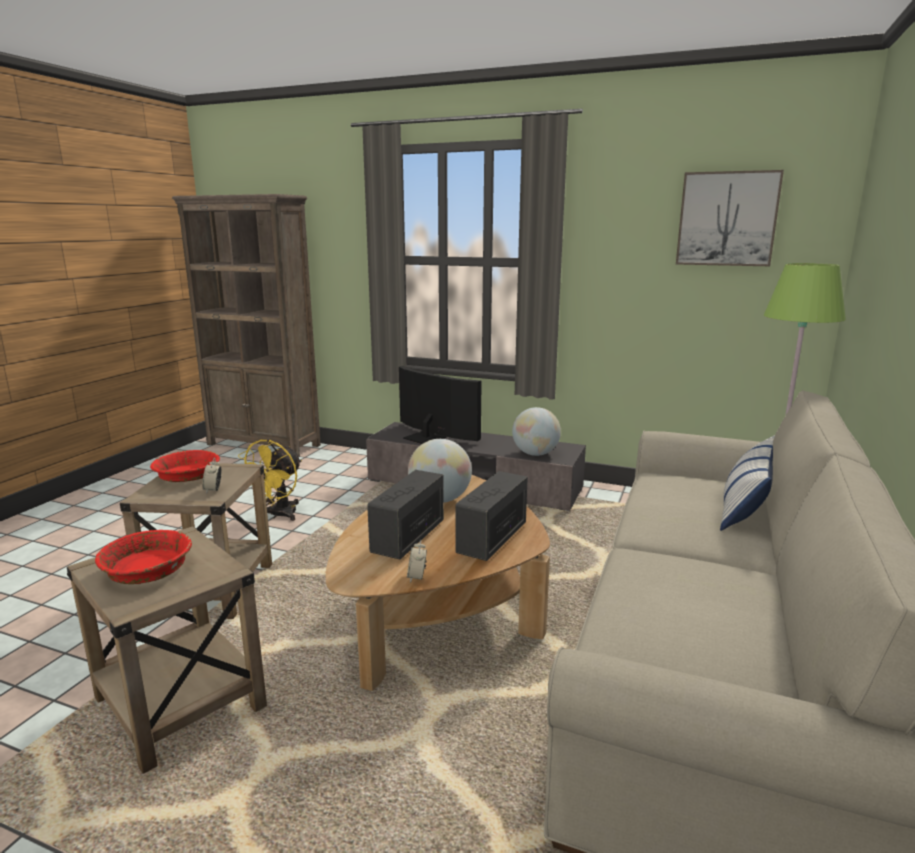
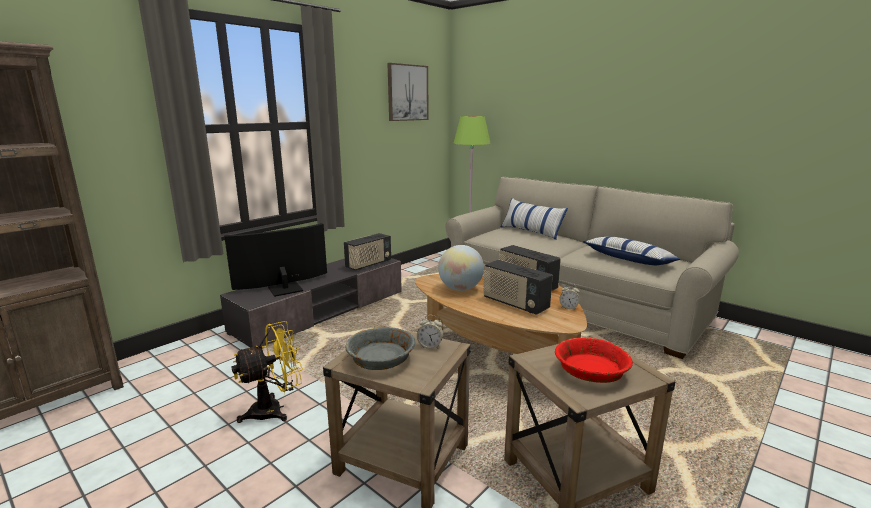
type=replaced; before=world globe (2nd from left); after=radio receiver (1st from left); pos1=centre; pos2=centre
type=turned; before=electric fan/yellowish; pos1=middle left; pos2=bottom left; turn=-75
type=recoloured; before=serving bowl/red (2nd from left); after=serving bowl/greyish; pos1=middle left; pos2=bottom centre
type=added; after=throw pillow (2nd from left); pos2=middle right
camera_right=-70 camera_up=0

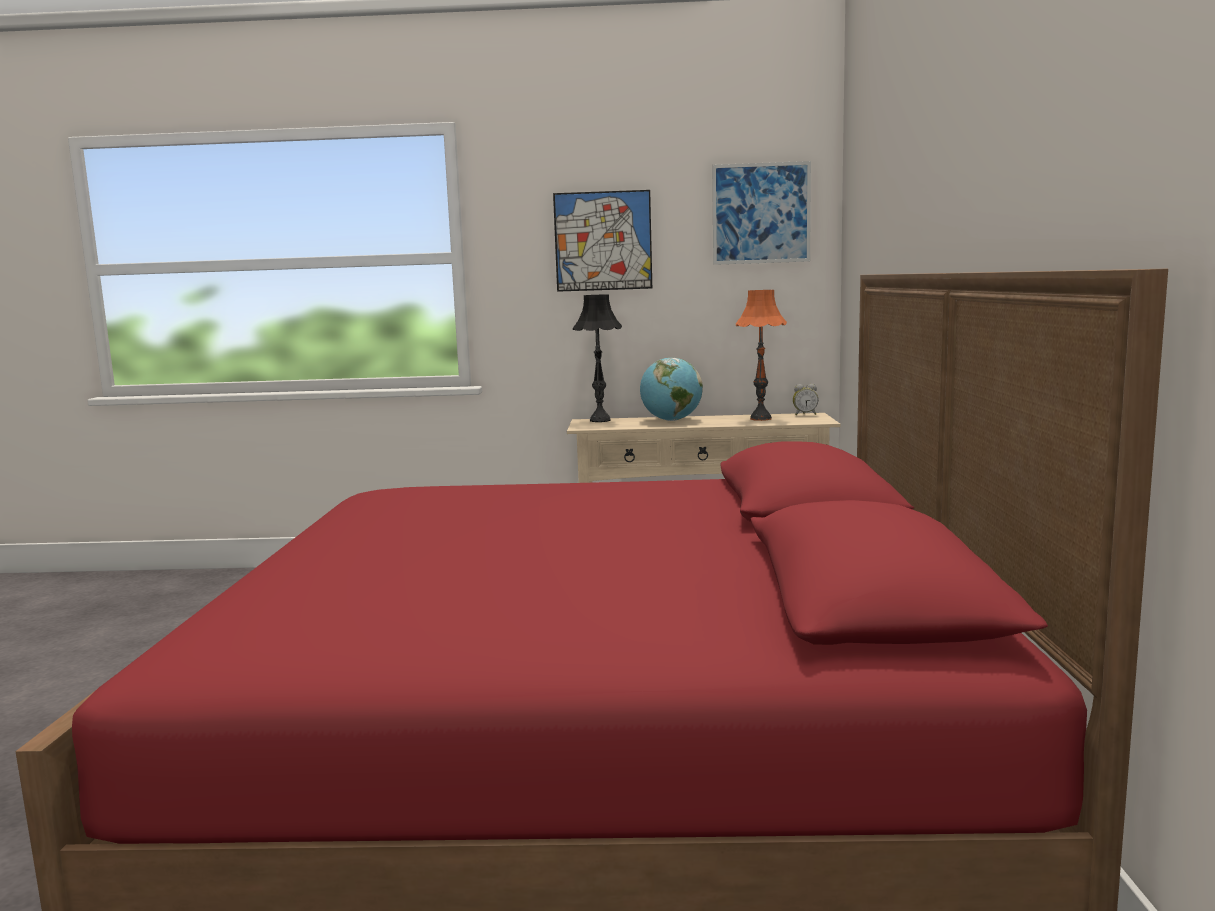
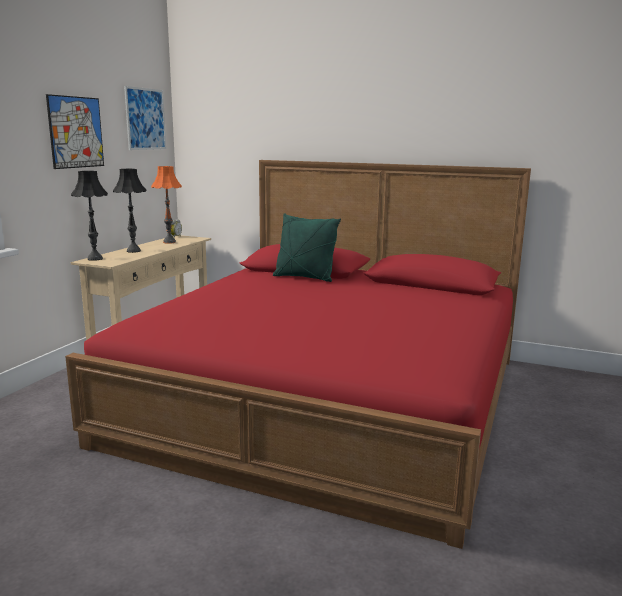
type=replaced; before=world globe; after=lamp for a table/blackish (2nd from left); pos1=centre; pos2=middle left
type=added; after=throw pillow/green; pos2=centre
camera_right=-70 camera_up=5

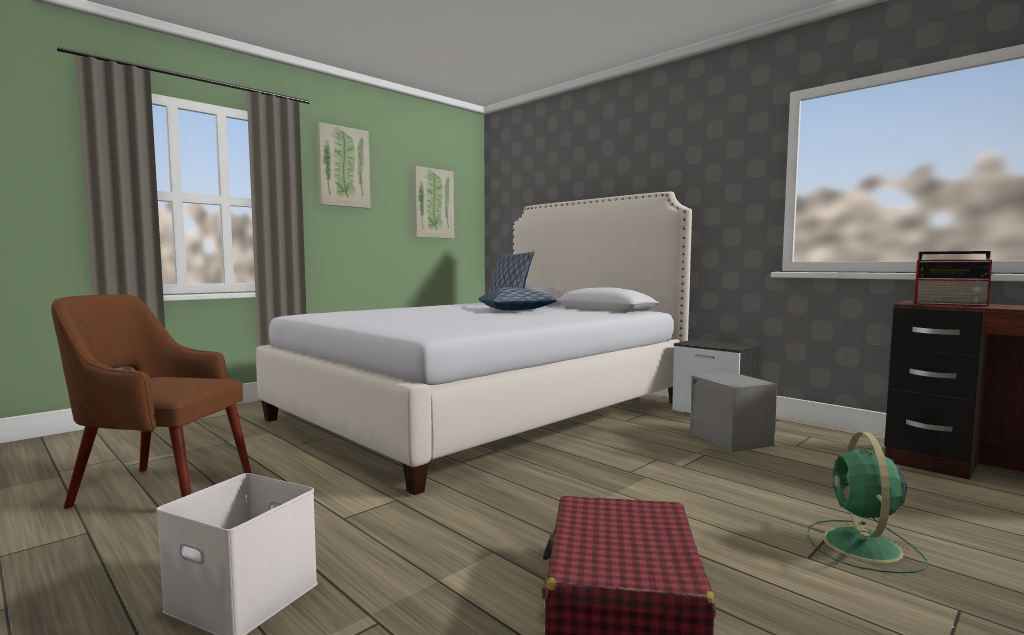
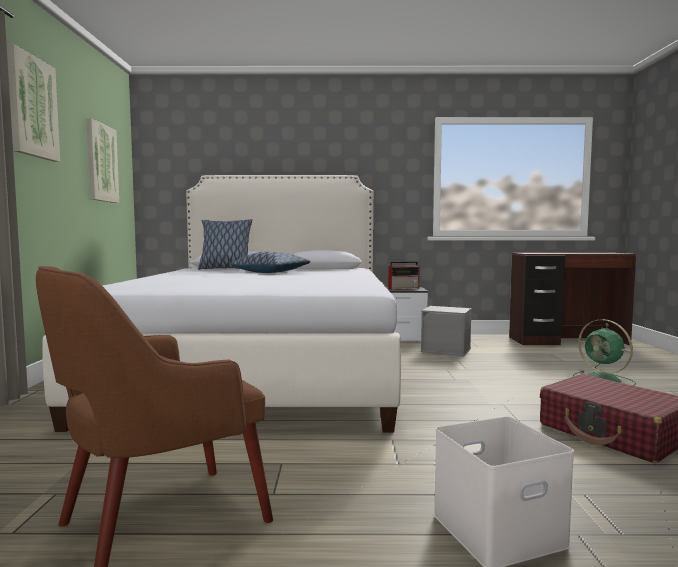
type=moved; before=radio receiver; pos1=middle right; pos2=centre
camera_right=-45 camera_up=0

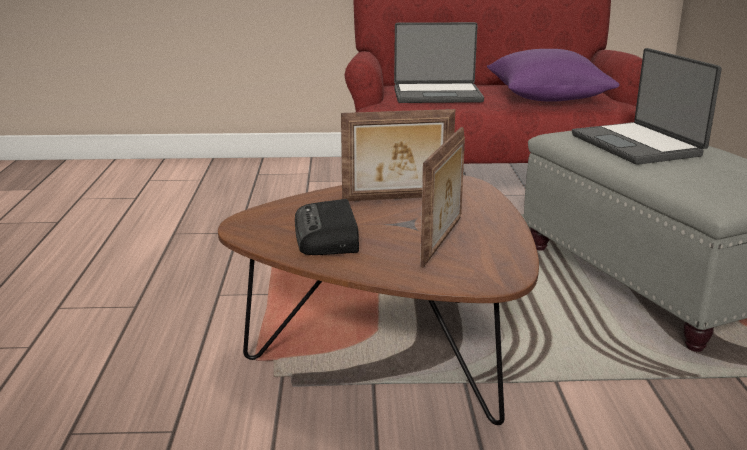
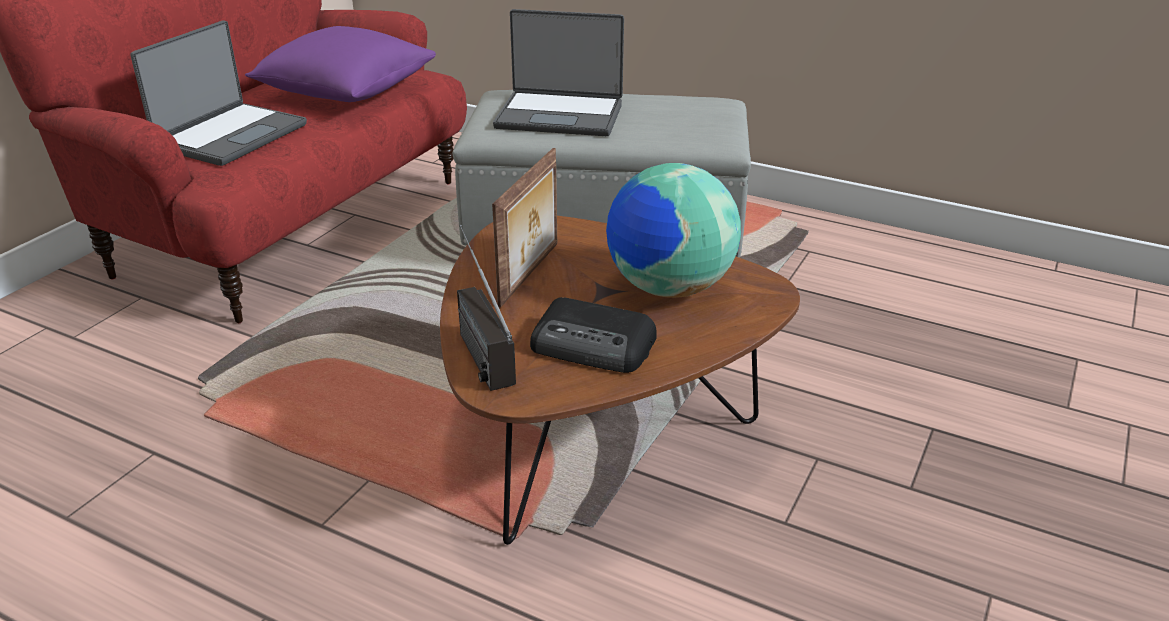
type=replaced; before=photo frame (2nd from left); after=world globe; pos1=centre; pos2=centre
type=added; after=radio receiver (1st from left); pos2=centre
camera_right=-60 camera_up=10

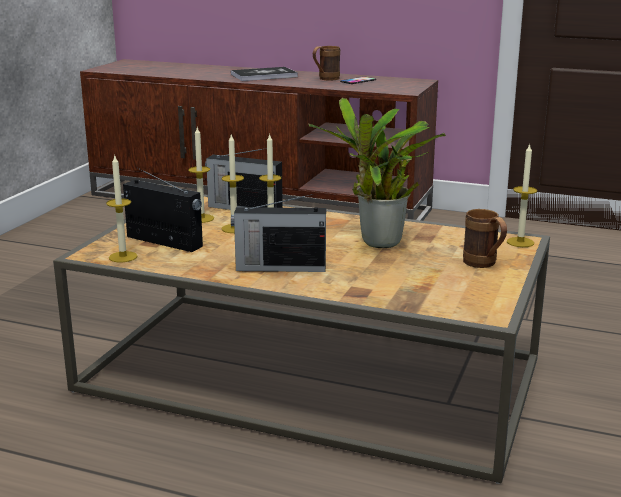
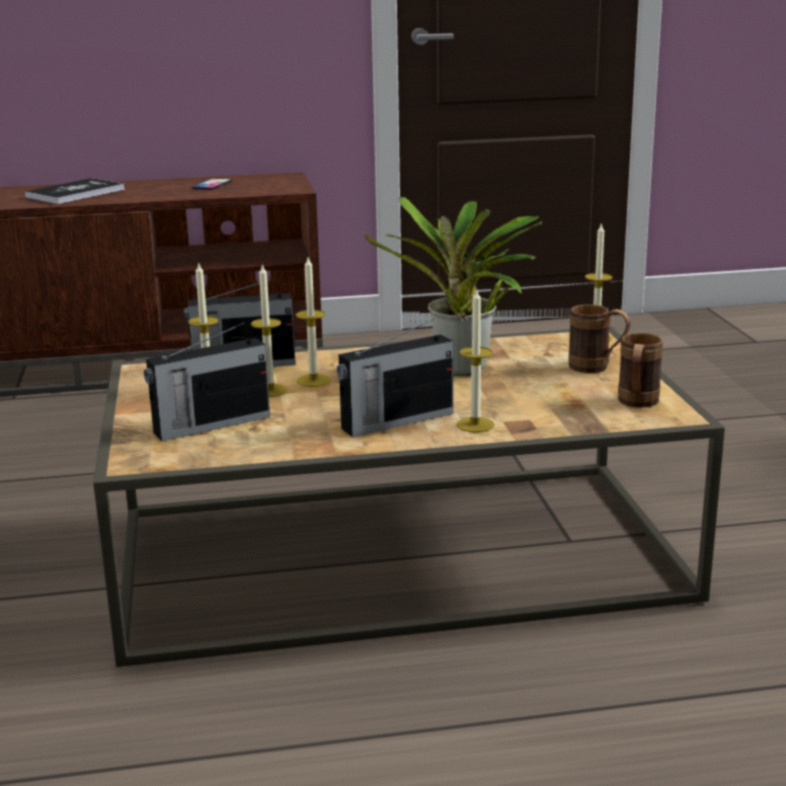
type=moved; before=tea mug/brownish (1st from left in the first image); after=tea mug/brownish (2nd from left); pos1=top centre; pos2=middle right
type=moved; before=wax light (1st from left in the first image); after=wax light (4th from left); pos1=middle left; pos2=centre
type=turned; before=radio receiver (1st from left); pos1=middle left; pos2=middle left; turn=150
camera_right=-30 camera_up=0

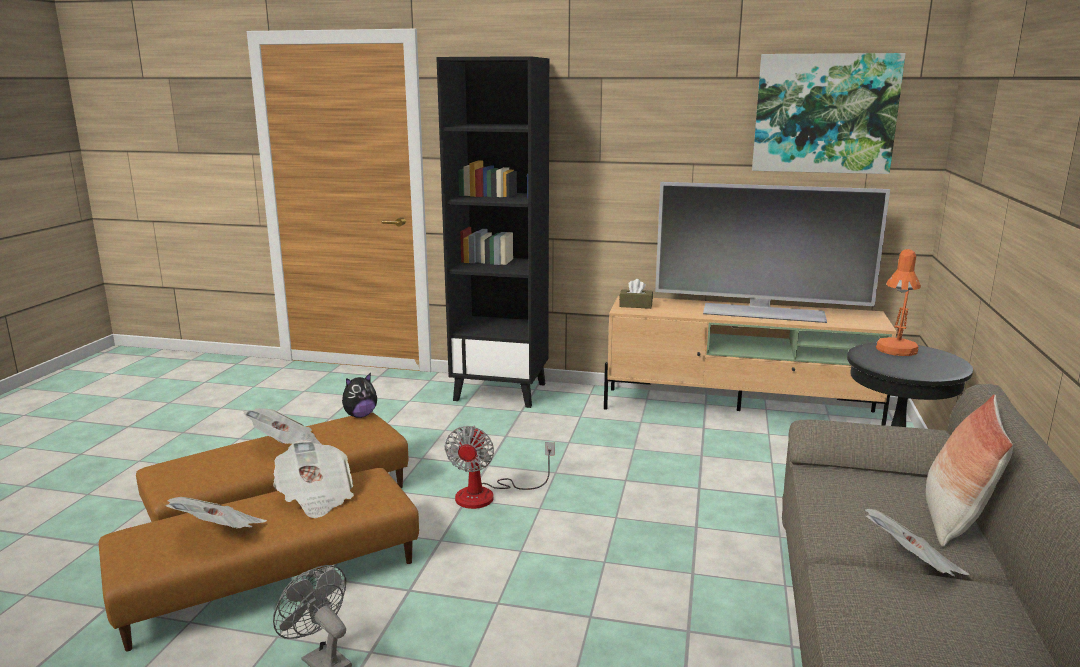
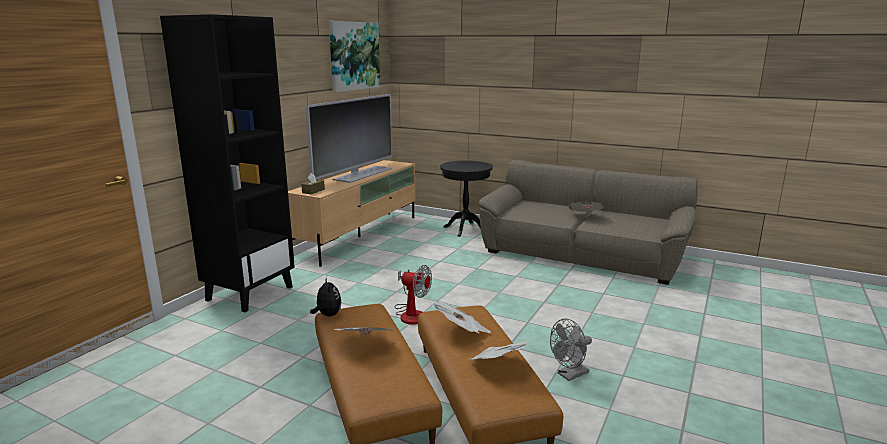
type=removed; before=lamp for a table/orange; pos1=middle right
type=removed; before=throw pillow; pos1=bottom right
camera_right=-75 camera_up=0

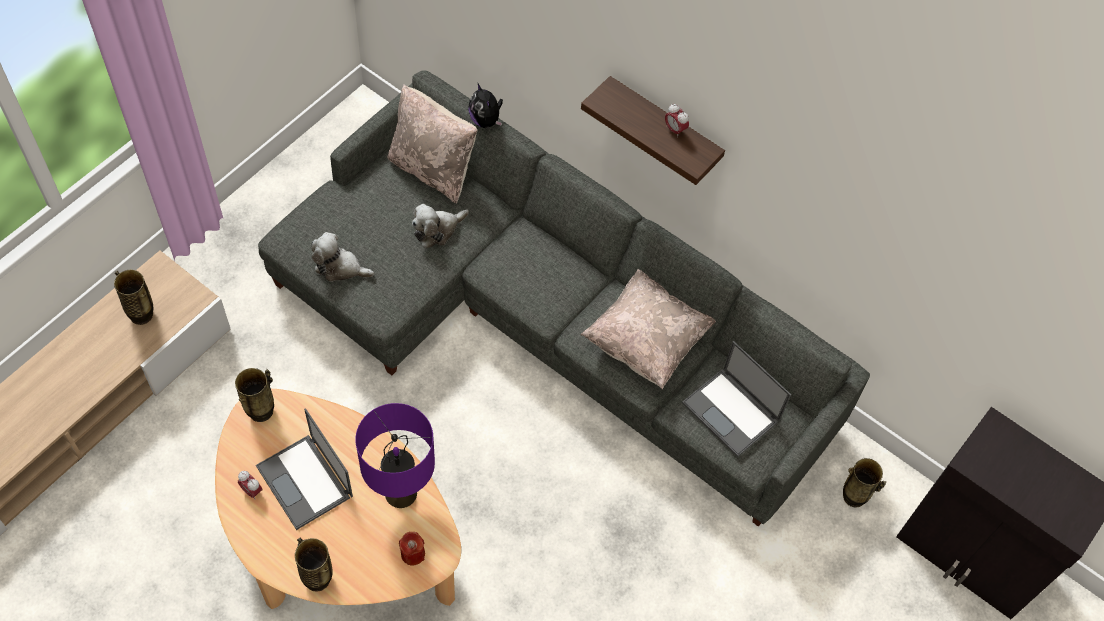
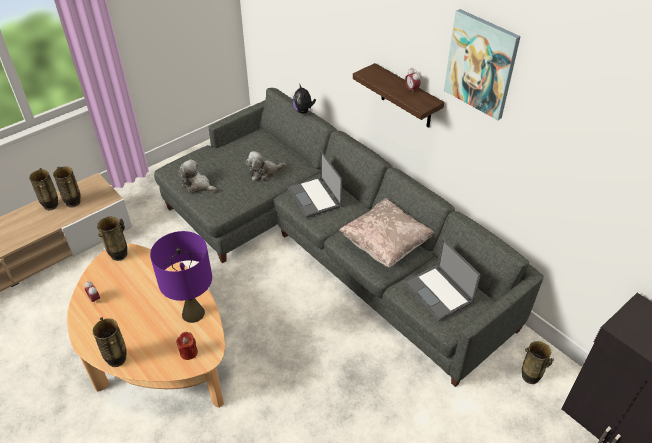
type=removed; before=throw pillow/beige (1st from left); pos1=top centre
type=moved; before=portable computer (1st from left); pos1=bottom left; pos2=centre
type=added; after=picture; pos2=top right
type=added; after=decorative vase (1st from left); pos2=middle left
camera_right=15 camera_up=-15

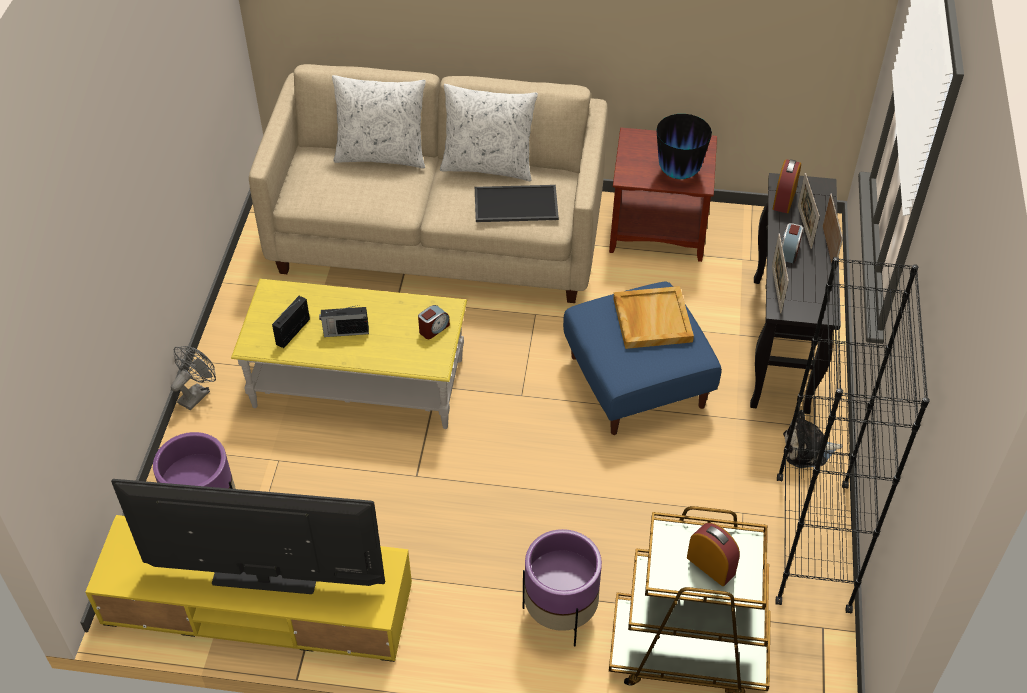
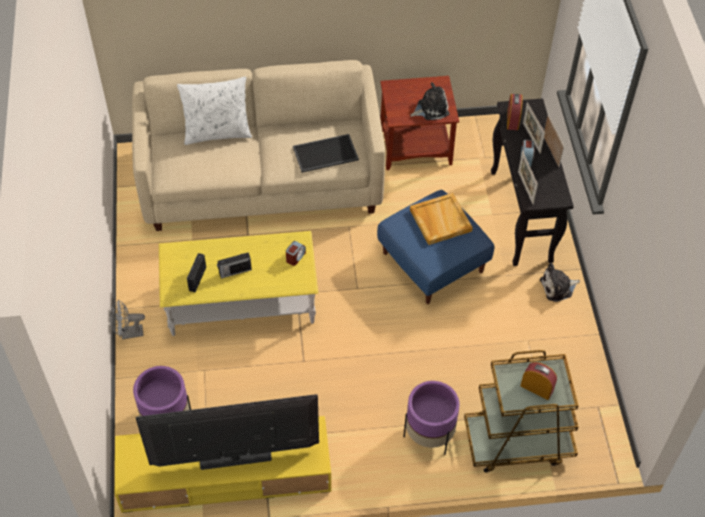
type=removed; before=throw pillow/white (2nd from left); pos1=top centre
type=replaced; before=decorative vase; after=soft toy (1st from left); pos1=top centre; pos2=top centre
type=removed; before=bookcase/blackish; pos1=middle right
type=turned; before=electric fan/greyish; pos1=middle left; pos2=middle left; turn=-120
camera_right=-15 camera_up=5

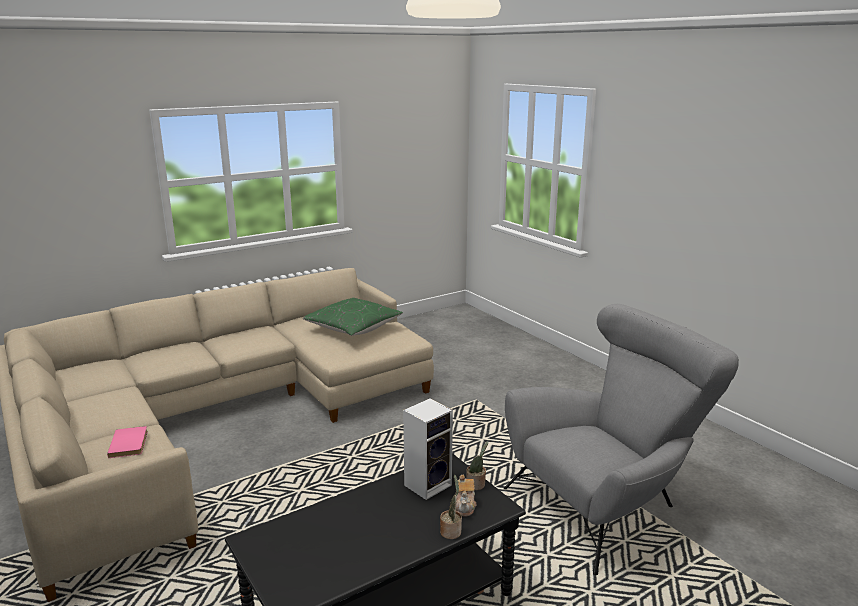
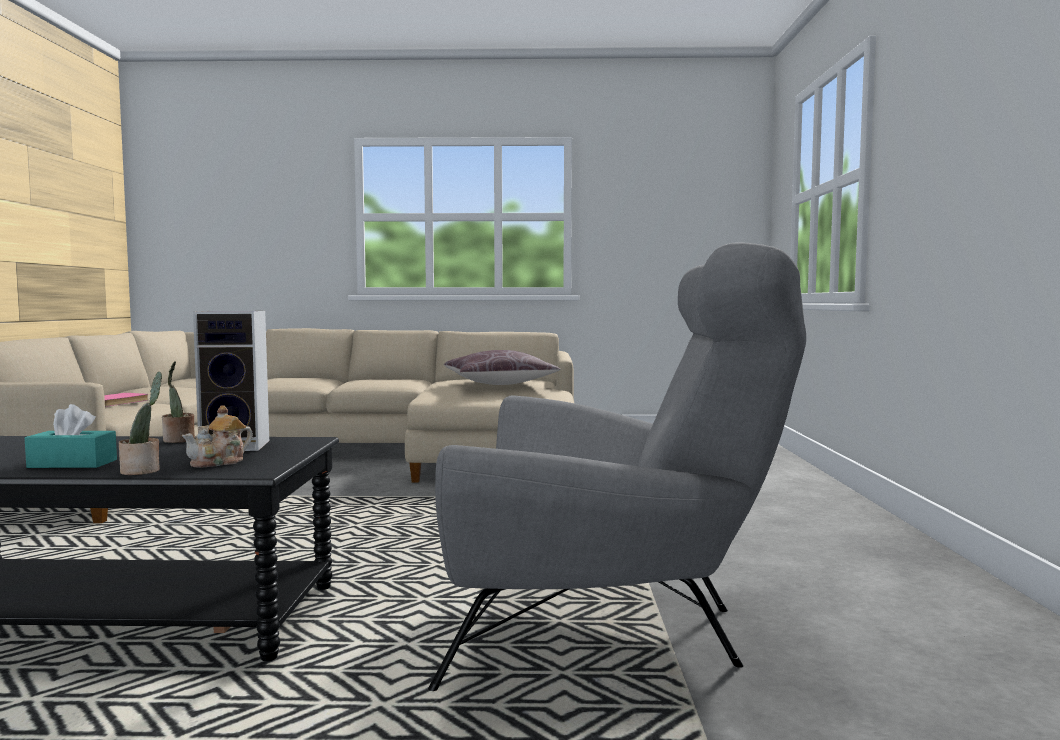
type=recoloured; before=throw pillow/green; after=throw pillow/brownish; pos1=centre; pos2=centre
type=moved; before=plant in a pot (2nd from left); pos1=bottom centre; pos2=middle left
type=added; after=box of tissues/turquoise; pos2=middle left
camera_right=35 camera_up=-15

